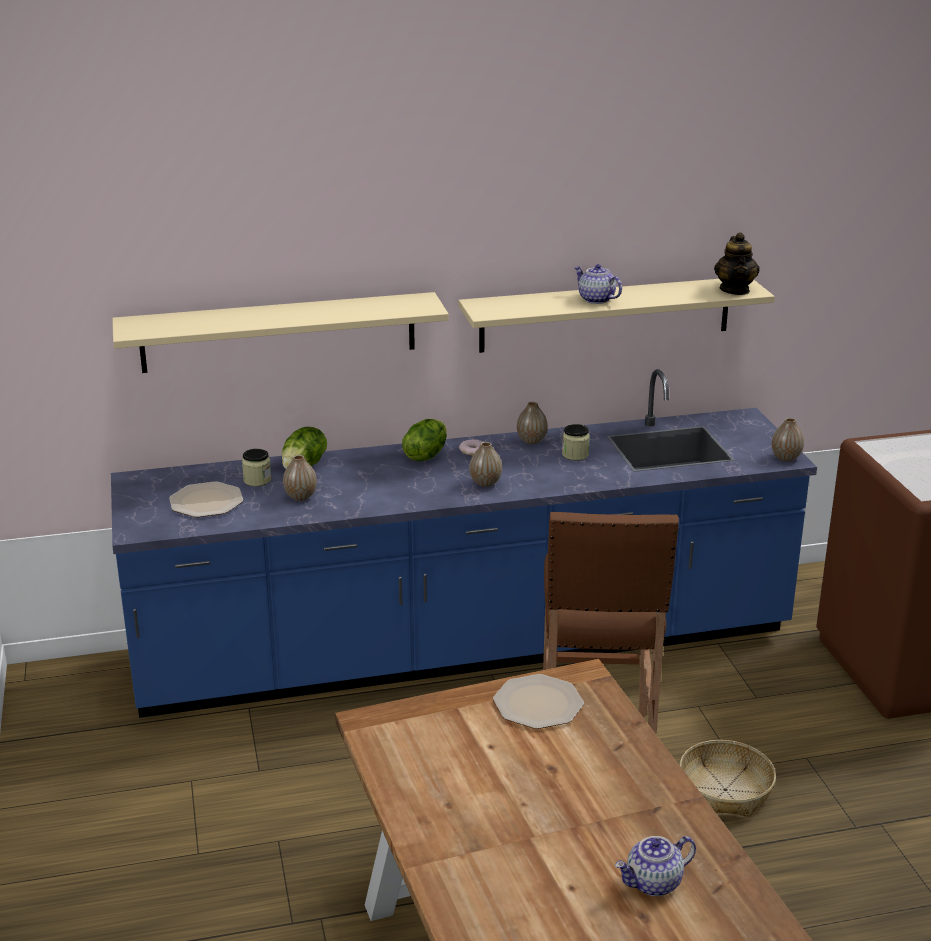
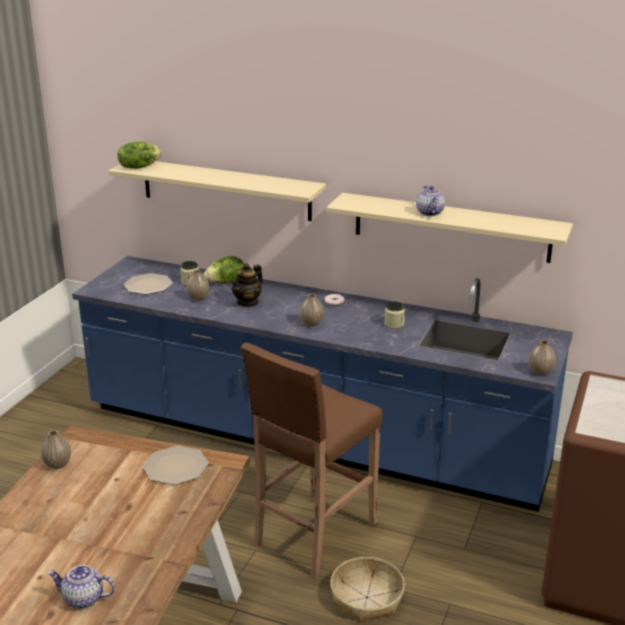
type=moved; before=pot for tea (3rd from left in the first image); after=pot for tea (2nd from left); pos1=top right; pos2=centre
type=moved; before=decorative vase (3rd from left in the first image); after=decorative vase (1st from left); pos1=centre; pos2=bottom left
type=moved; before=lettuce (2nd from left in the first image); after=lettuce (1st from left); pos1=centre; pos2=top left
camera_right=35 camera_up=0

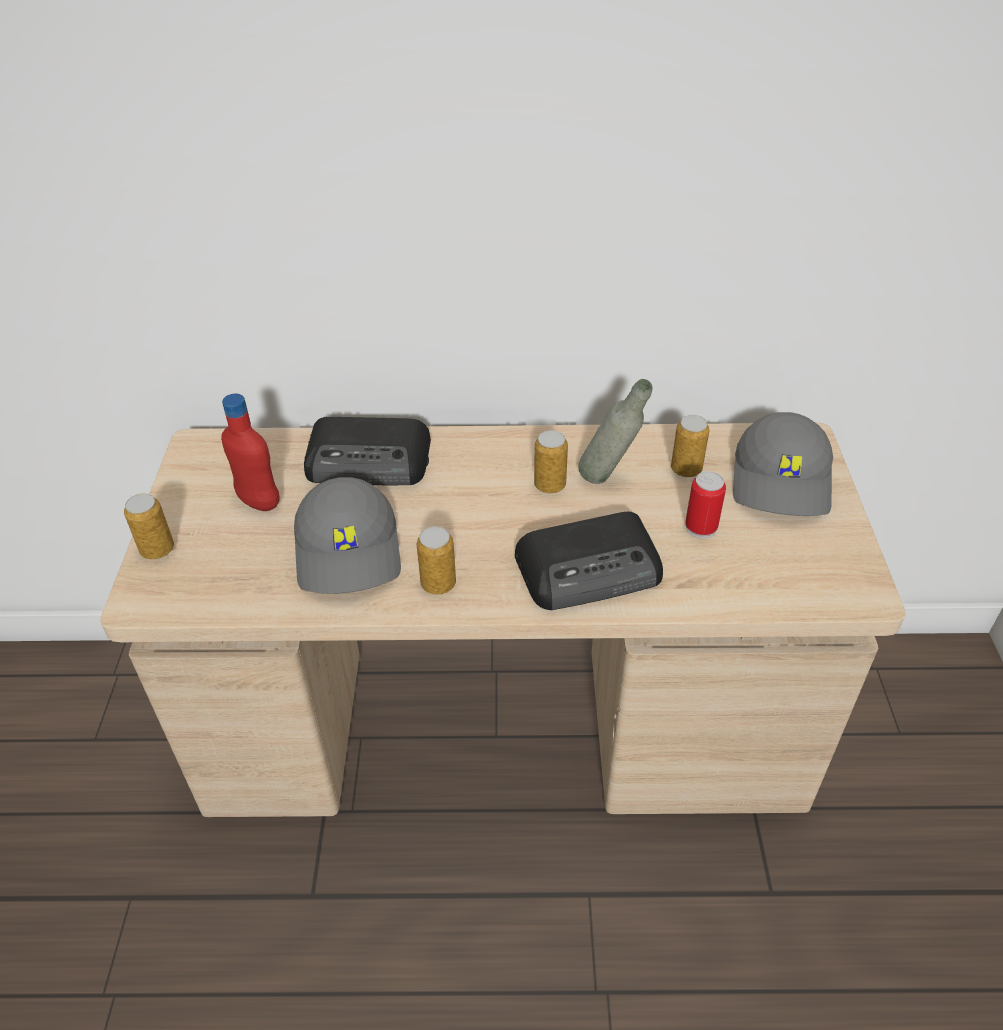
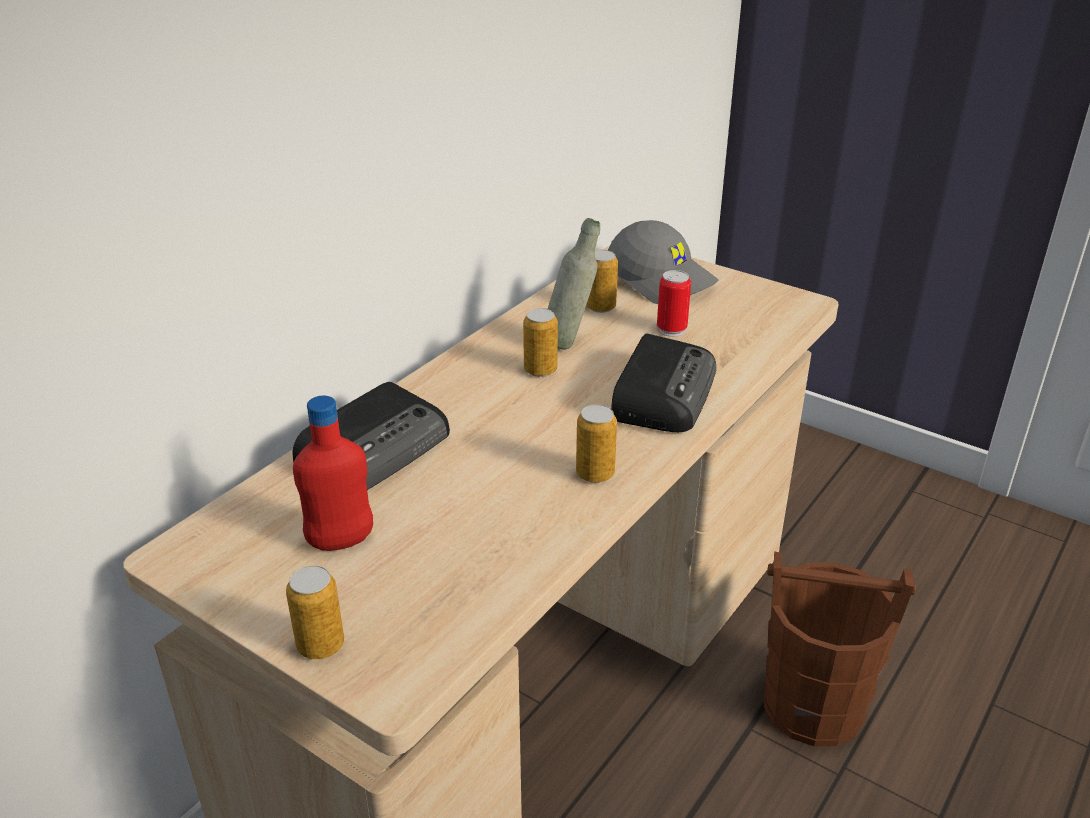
type=removed; before=peaked cap/greyish (1st from left); pos1=centre
type=added; after=water bucket/brownish; pos2=bottom right
camera_right=-55 camera_up=-10

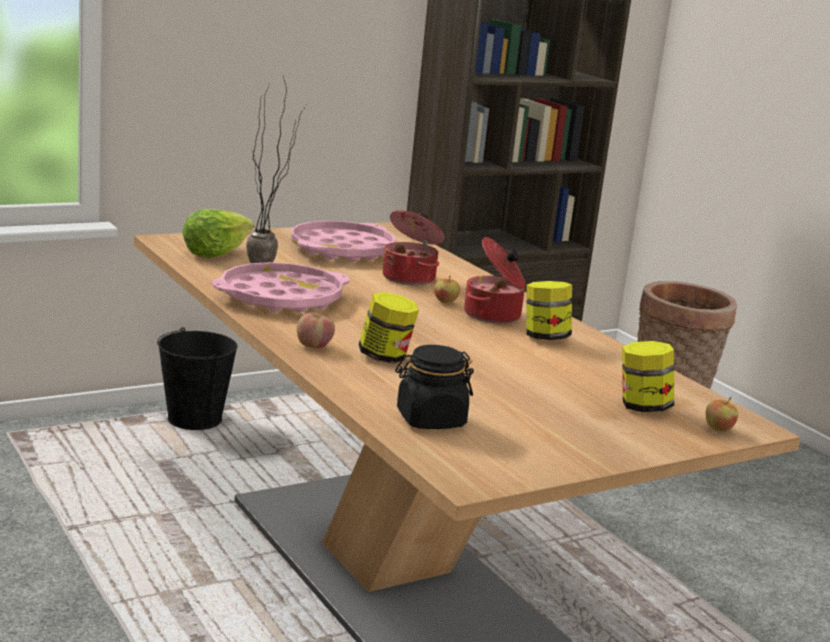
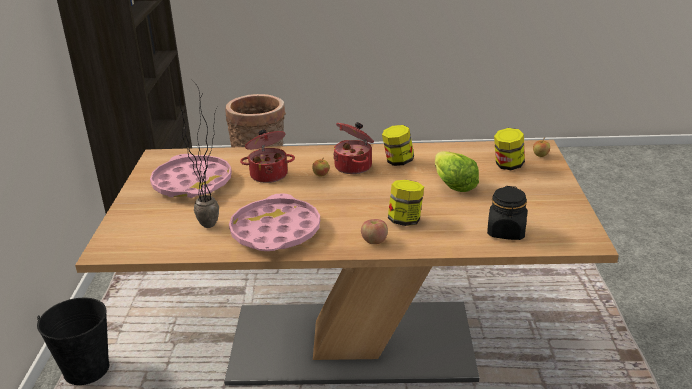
type=moved; before=lettuce; pos1=middle left; pos2=centre
camera_right=-55 camera_up=10

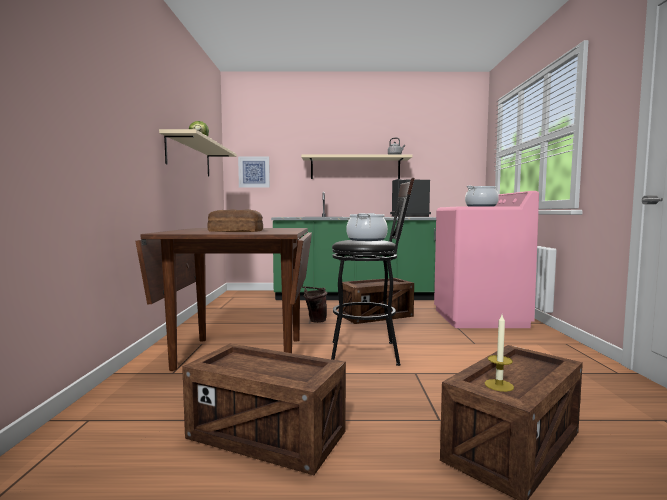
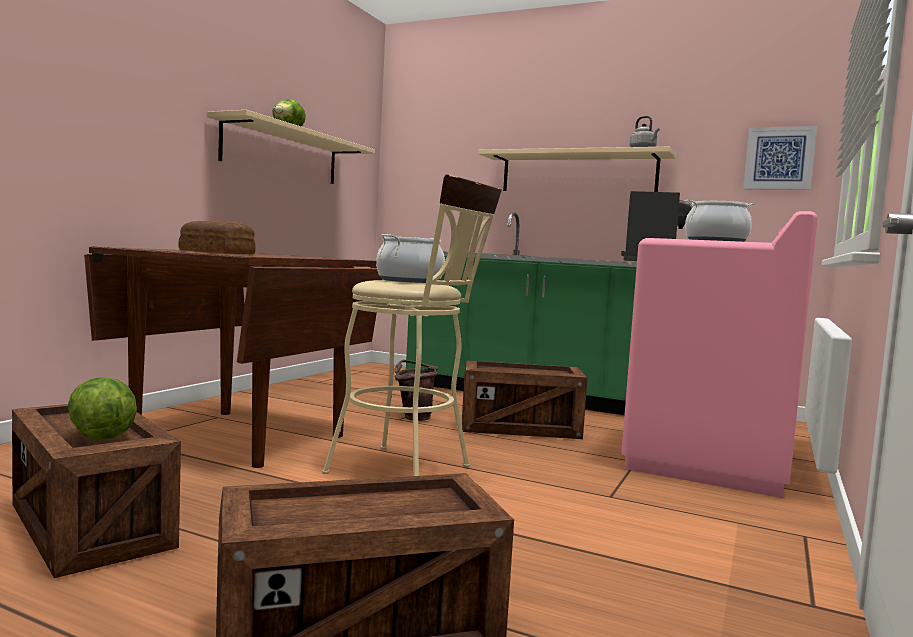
type=moved; before=picture; pos1=centre; pos2=top right
type=recoloured; before=stool seat/blackish; after=stool seat/beige; pos1=centre; pos2=centre
type=removed; before=wax light; pos1=bottom right
type=added; after=lettuce (1st from left); pos2=middle left
camera_right=25 camera_up=0

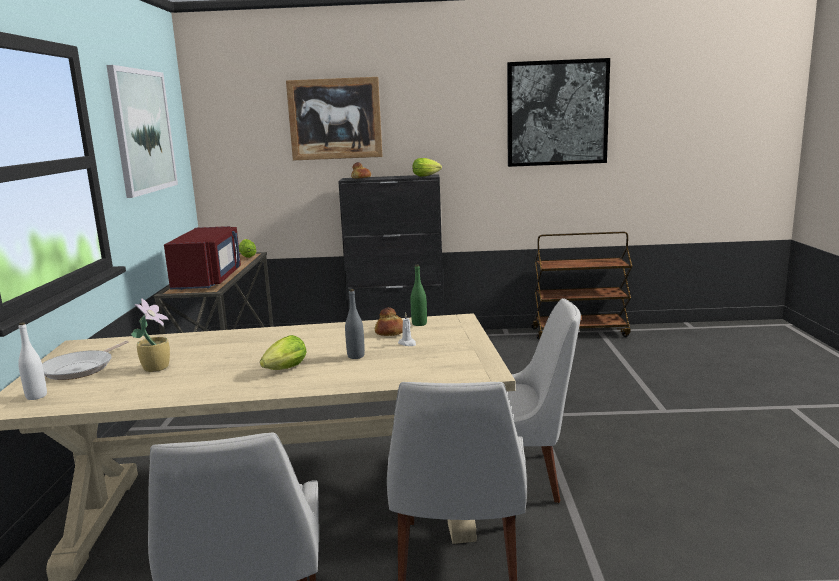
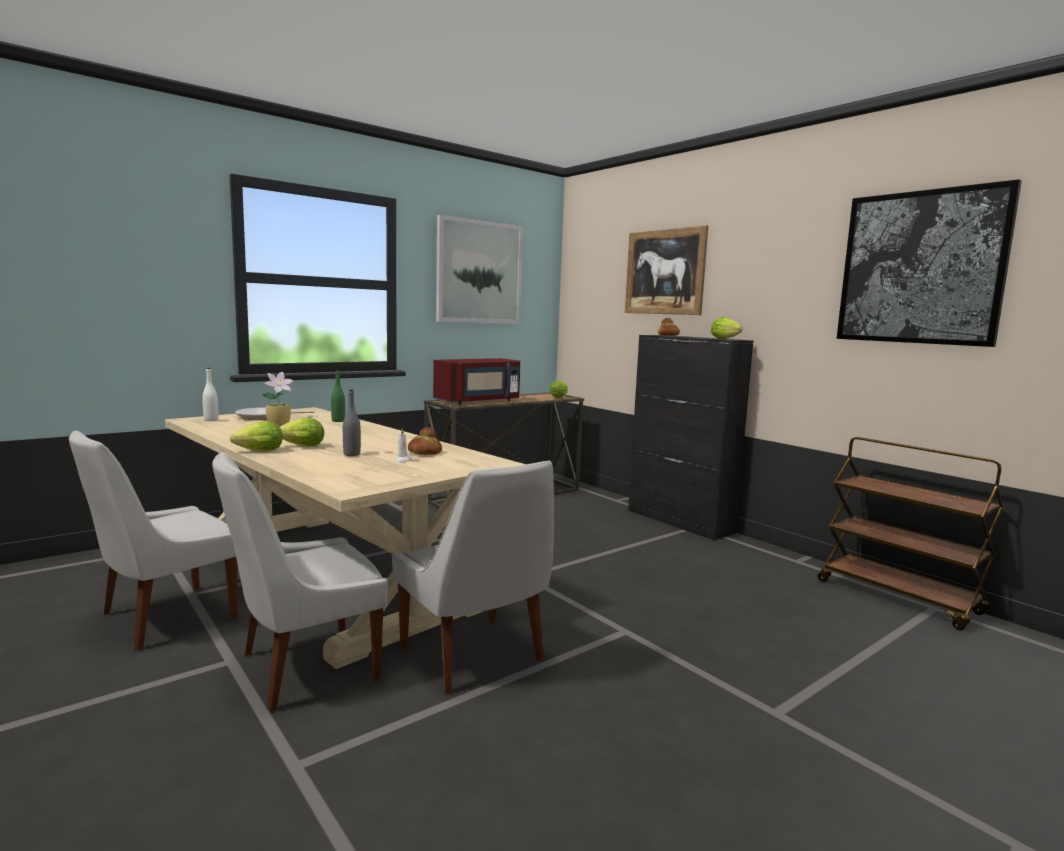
type=moved; before=bottle/green; pos1=centre; pos2=middle left
type=added; after=lettuce (1st from left); pos2=middle left
camera_right=50 camera_up=-5

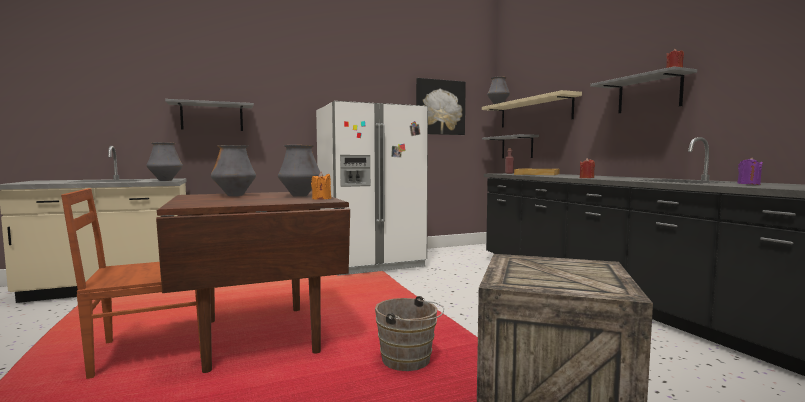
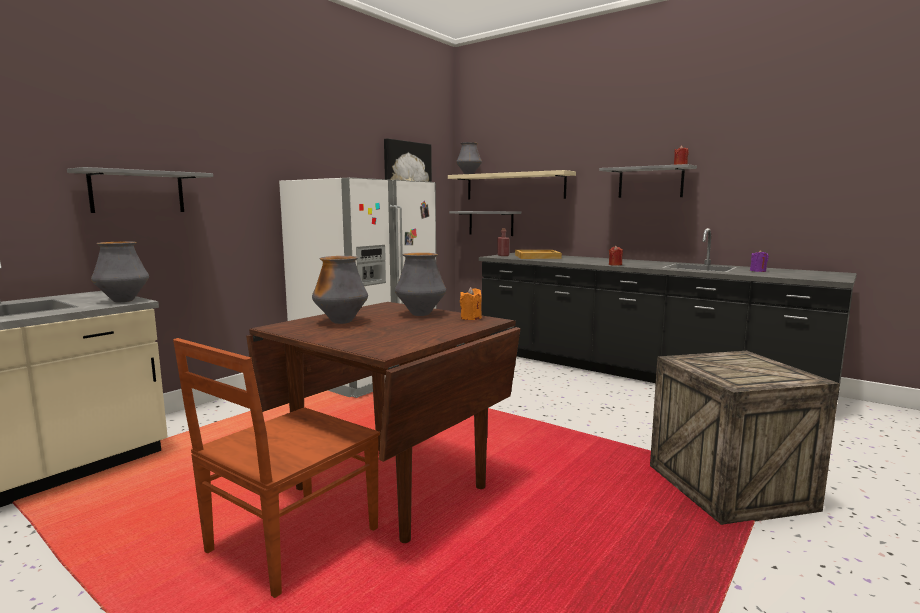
type=removed; before=water bucket/brownish; pos1=bottom centre
camera_right=-30 camera_up=5

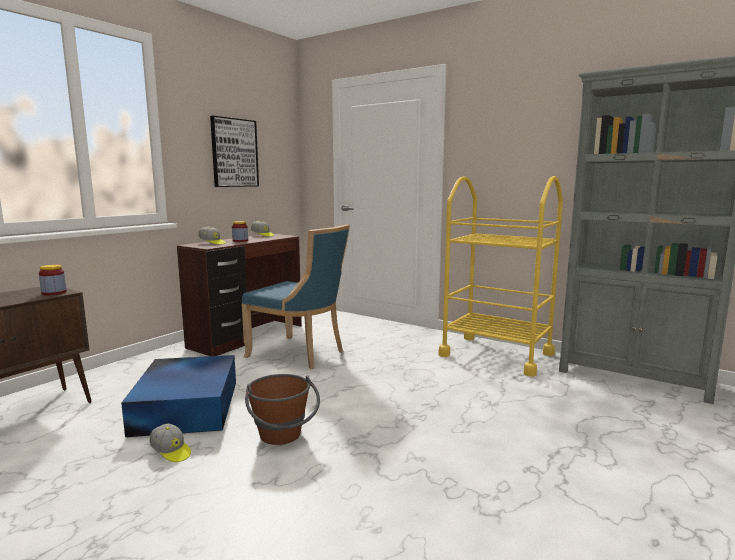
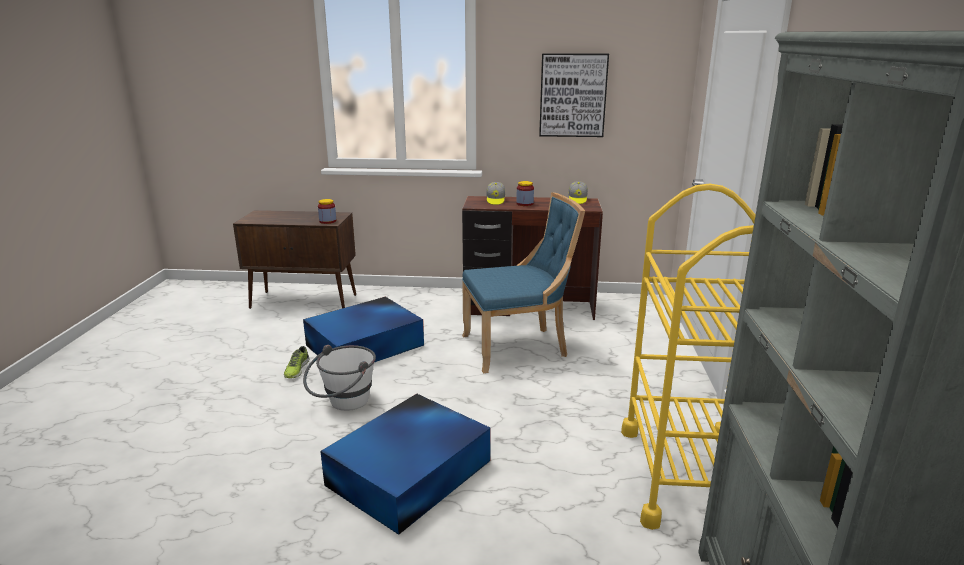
type=turned; before=upright chair/blue-coloured; pos1=centre; pos2=centre; turn=-105
type=recoloured; before=water bucket/brownish; after=water bucket/white; pos1=bottom centre; pos2=bottom centre
type=replaced; before=peaked cap (1st from left); after=item of footwear; pos1=bottom left; pos2=middle left
type=added; after=storage container/blue-coloured (2nd from left); pos2=bottom centre
camera_right=60 camera_up=10

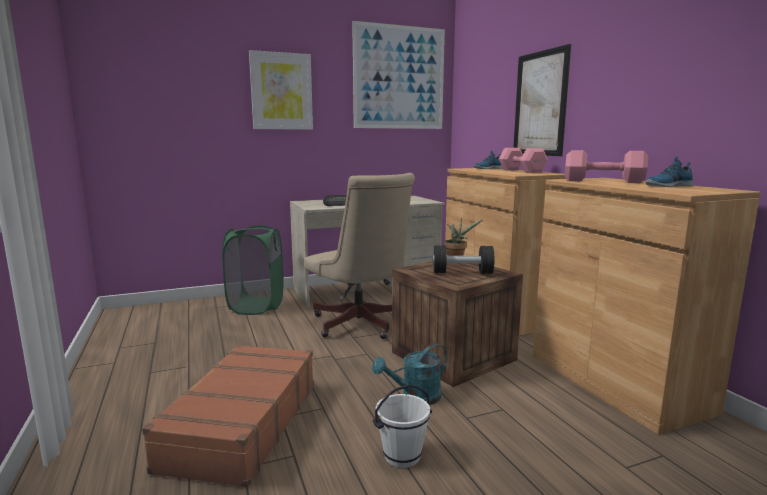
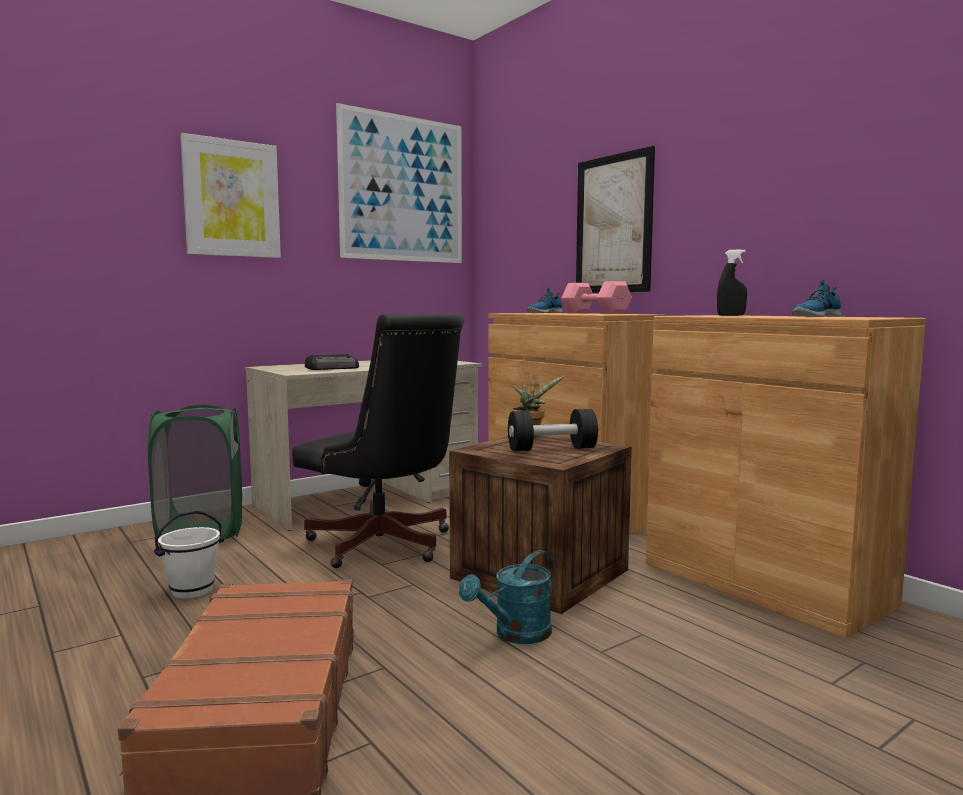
type=replaced; before=dumbbell/pinkish (2nd from left); after=hand sprayer/blackish; pos1=middle right; pos2=middle right
type=recoloured; before=desk chair/beige; after=desk chair/blackish; pos1=centre; pos2=centre
type=moved; before=water bucket/white; pos1=bottom centre; pos2=bottom left
camera_right=-15 camera_up=-5

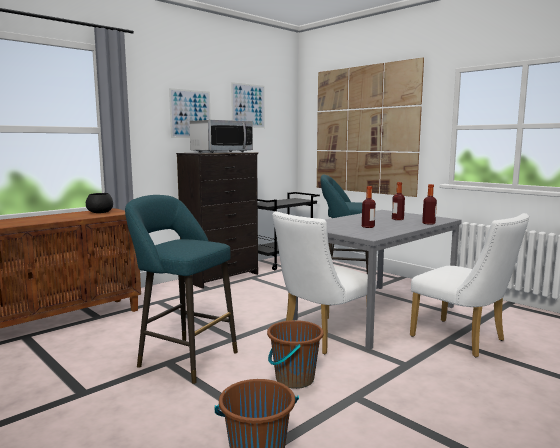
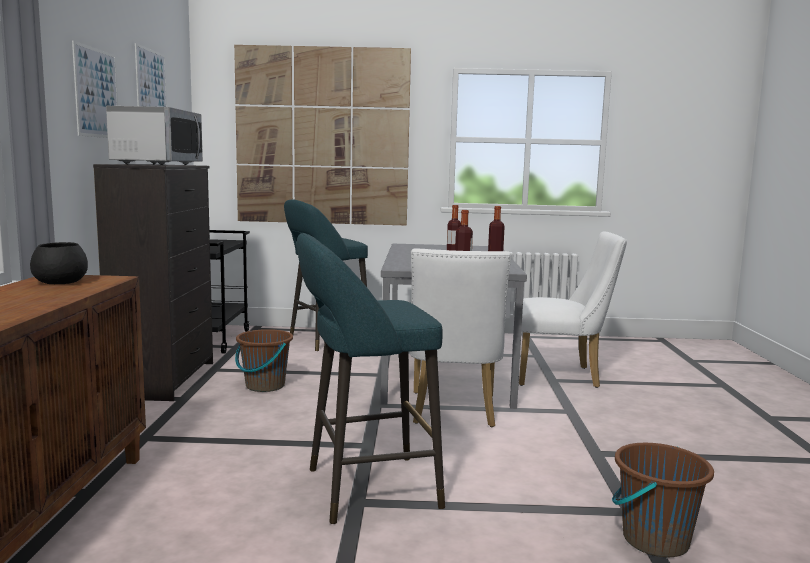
type=moved; before=water bucket/brownish (2nd from left in the first image); after=water bucket/brownish (1st from left); pos1=bottom centre; pos2=middle left
camera_right=-45 camera_up=0

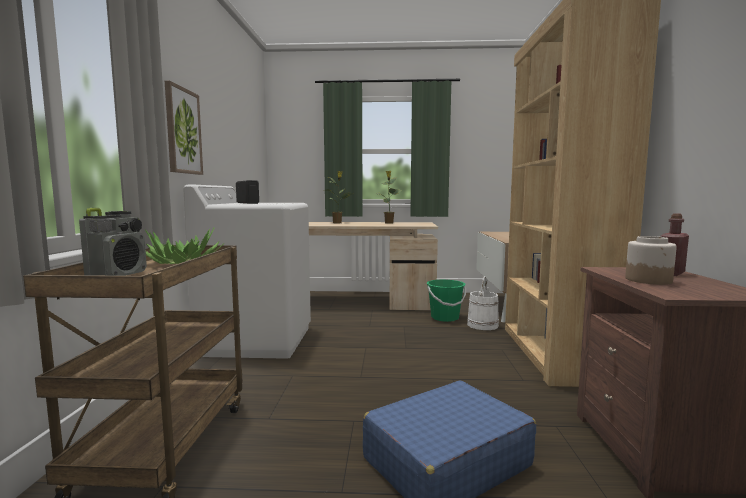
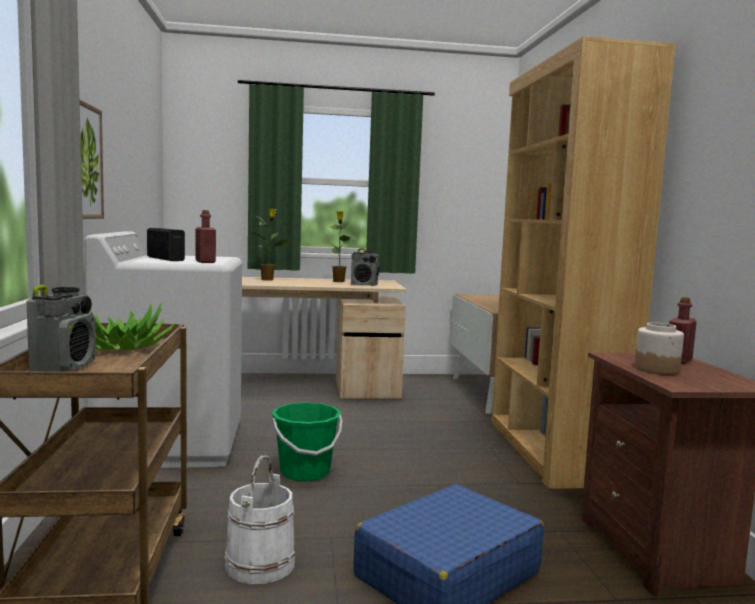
type=moved; before=water bucket/white; pos1=centre; pos2=bottom centre
type=moved; before=water bucket/green; pos1=centre; pos2=bottom centre
type=added; after=bottle/red (1st from left); pos2=middle left
type=added; after=radio receiver (3rd from left); pos2=centre
camera_right=-10 camera_up=0

